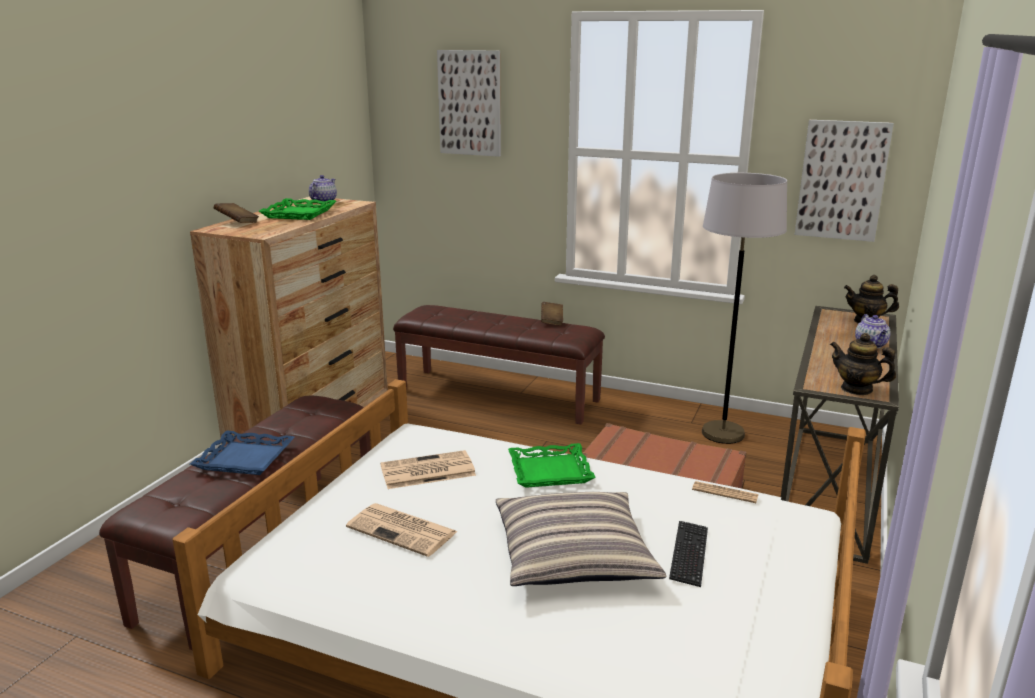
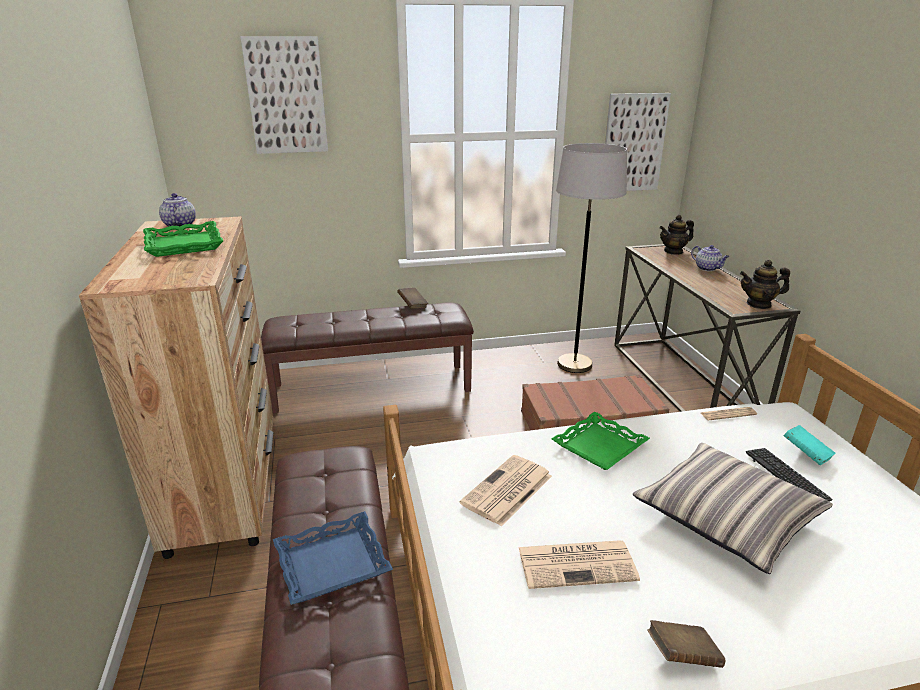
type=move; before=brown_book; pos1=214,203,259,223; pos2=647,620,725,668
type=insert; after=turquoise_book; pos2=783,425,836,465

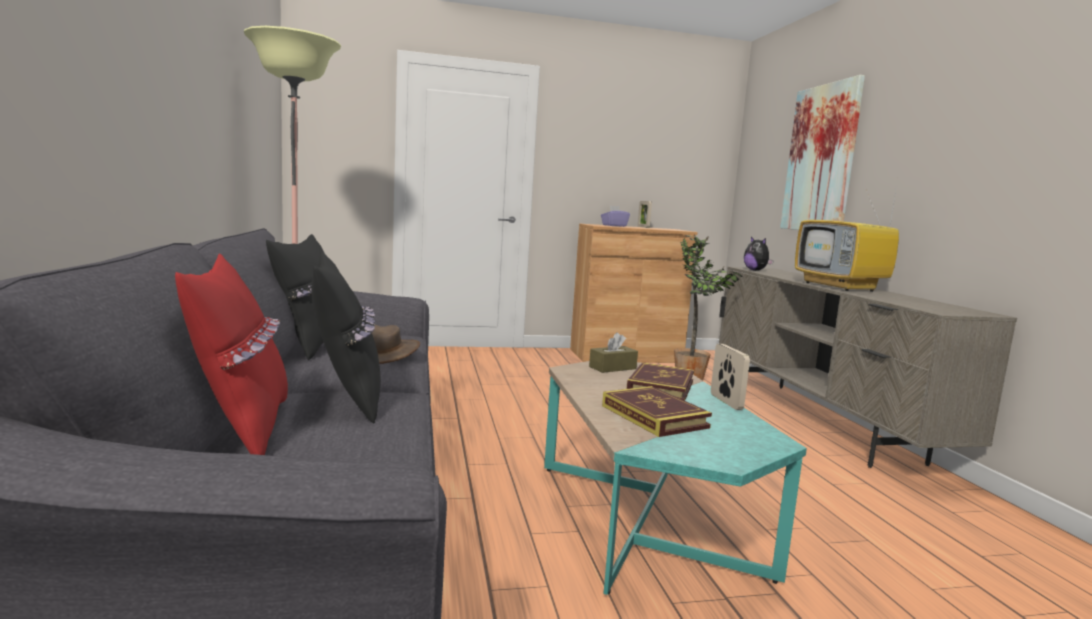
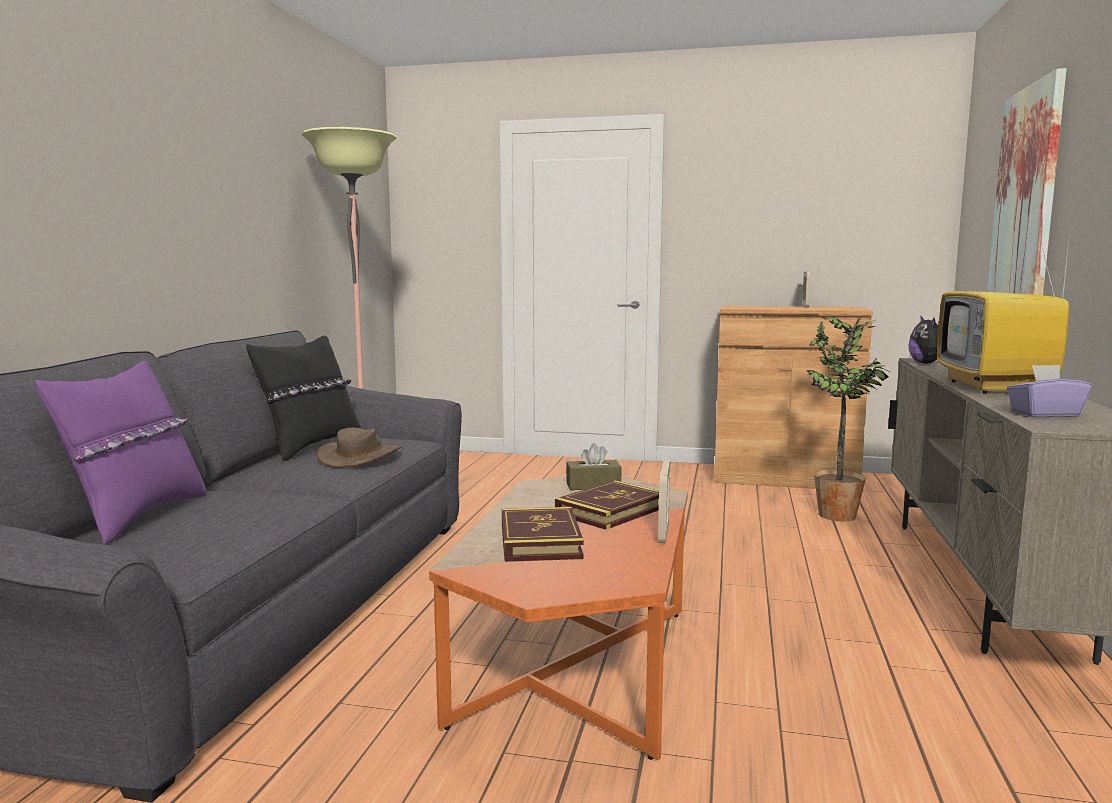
type=recolor; before=red_pillow; after=purple_pillow; pos1=175,254,288,455; pos2=36,361,207,545
type=recolor; before=turquoise_coffee_table; after=orange_coffee_table; pos1=544,361,807,595; pos2=429,477,688,760
type=move; before=purple_tissue_box; pos1=601,206,630,227; pos2=1006,365,1092,417
type=delete; before=black_pillow; pos1=311,251,381,424

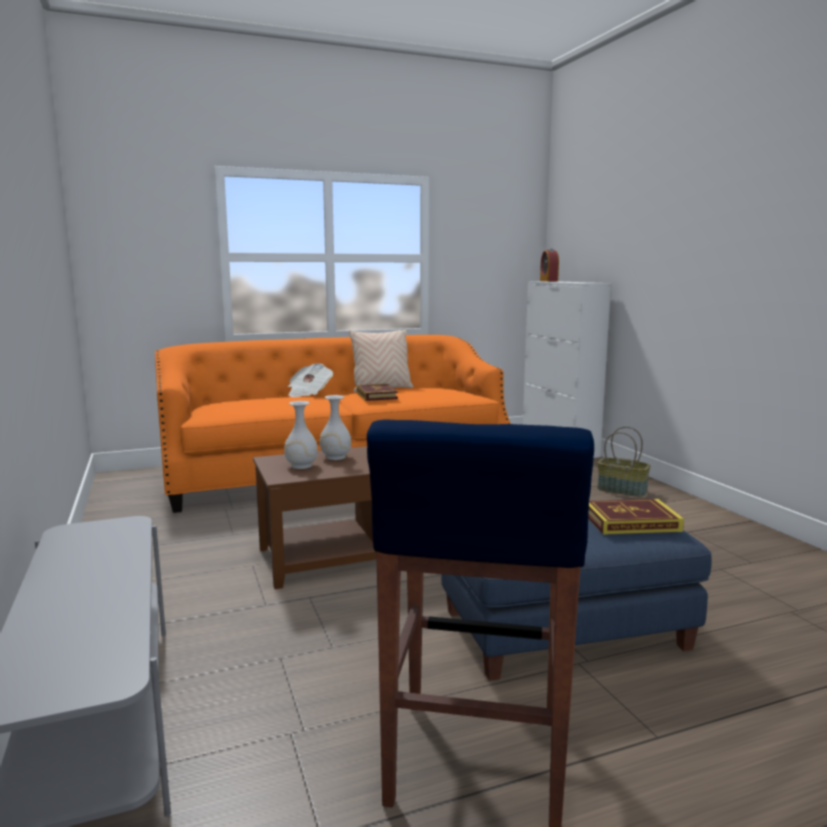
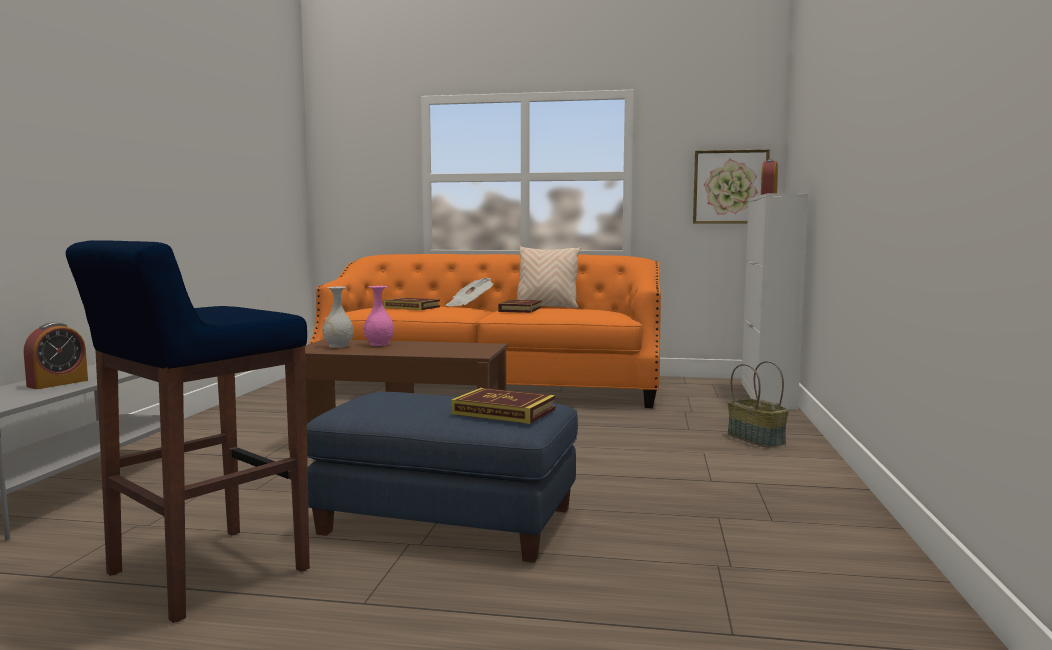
type=insert; after=alarm_clock; pos2=24,322,88,389
type=recolor; before=white_vase; after=pink_vase; pos1=320,395,351,460; pos2=364,286,394,346
type=insert; after=book; pos2=384,298,440,310
type=insert; after=picture; pos2=693,149,770,224

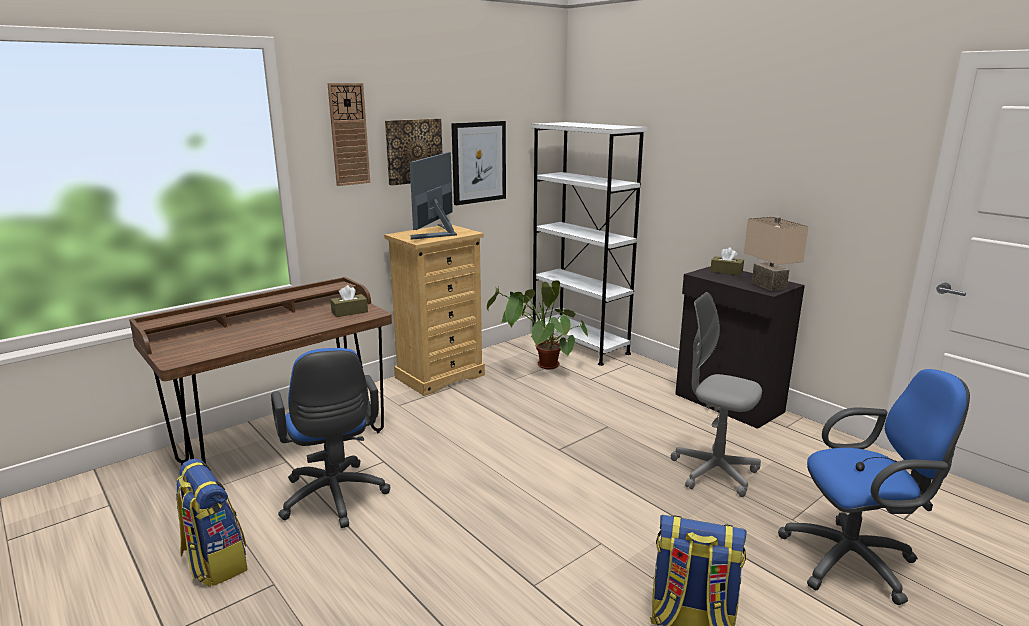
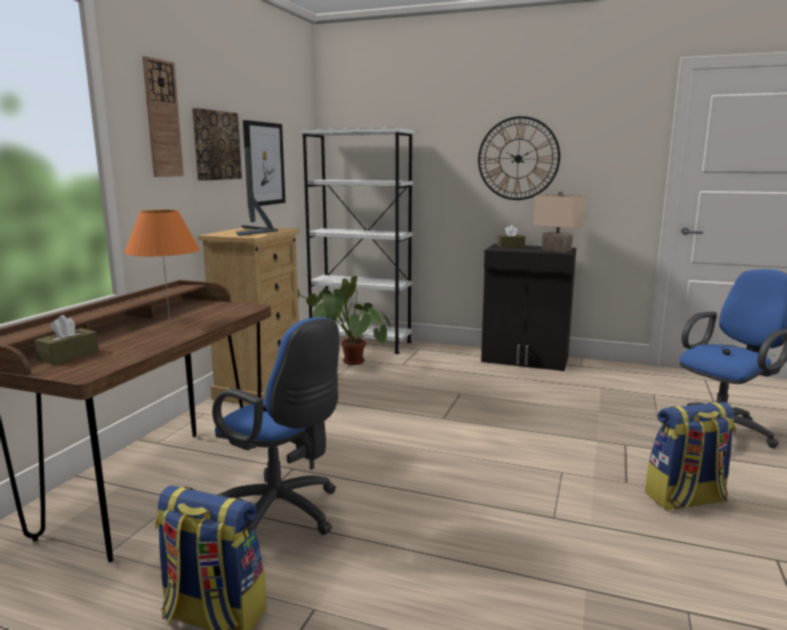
type=move; before=brown_tissue_box; pos1=330,285,368,317; pos2=35,315,99,365
type=insert; after=orange_table_lamp; pos2=124,210,200,323
type=insert; after=wall_clock; pos2=478,116,560,200
type=delete; before=grey_office_chair; pos1=671,292,762,497

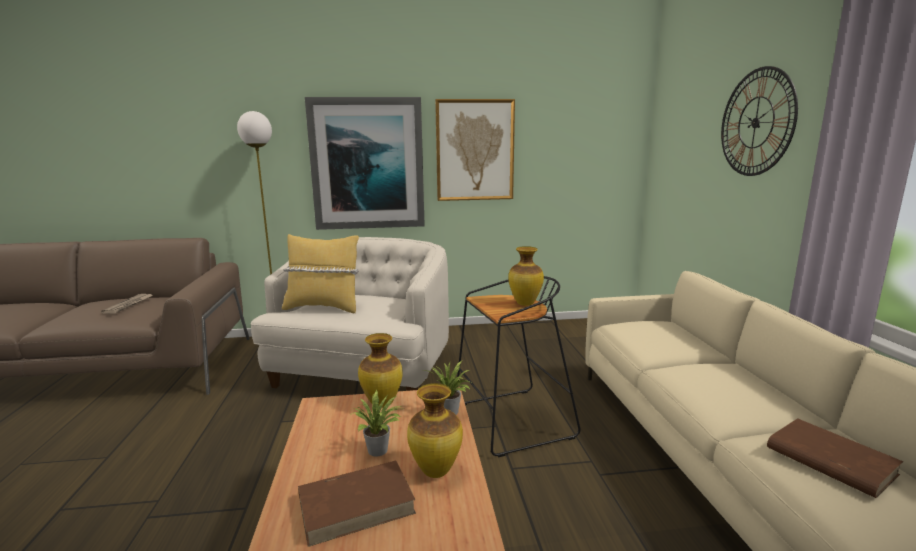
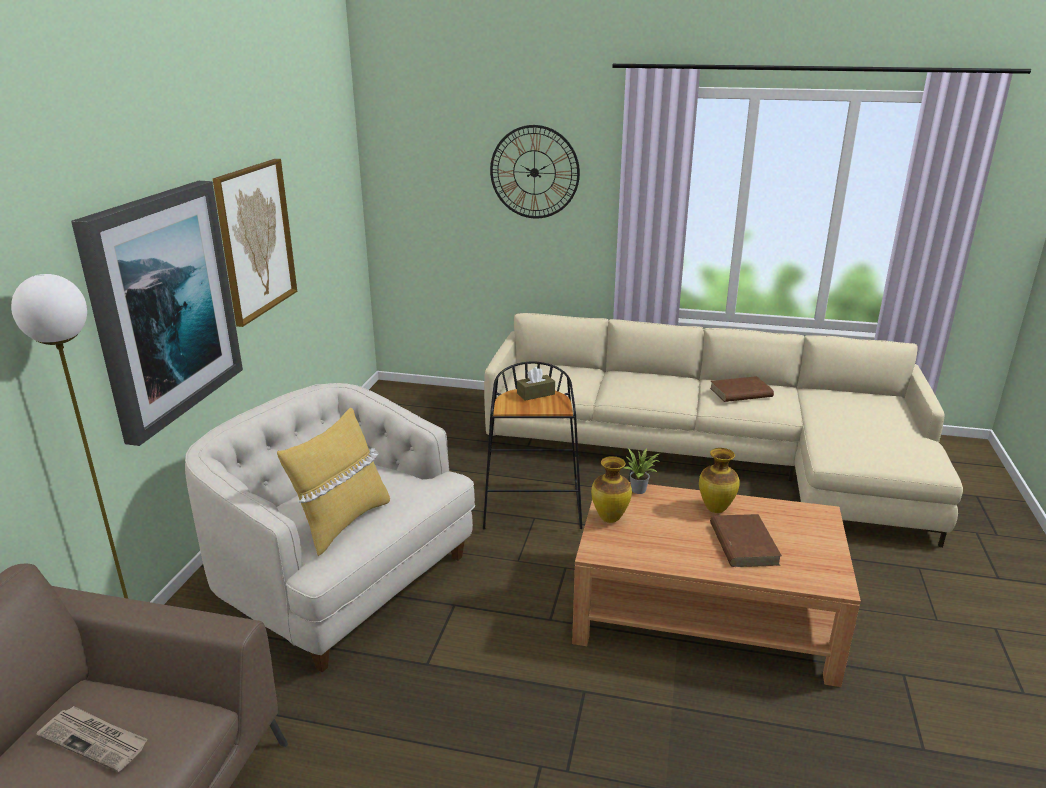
type=replace; before=vase; after=brown_tissue_box; pos1=508,246,544,306; pos2=517,367,555,401
type=delete; before=potted_plant; pos1=350,390,403,456

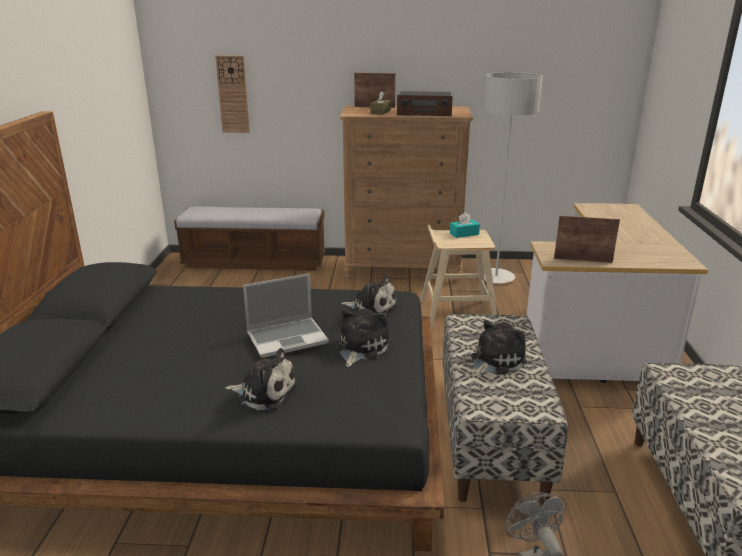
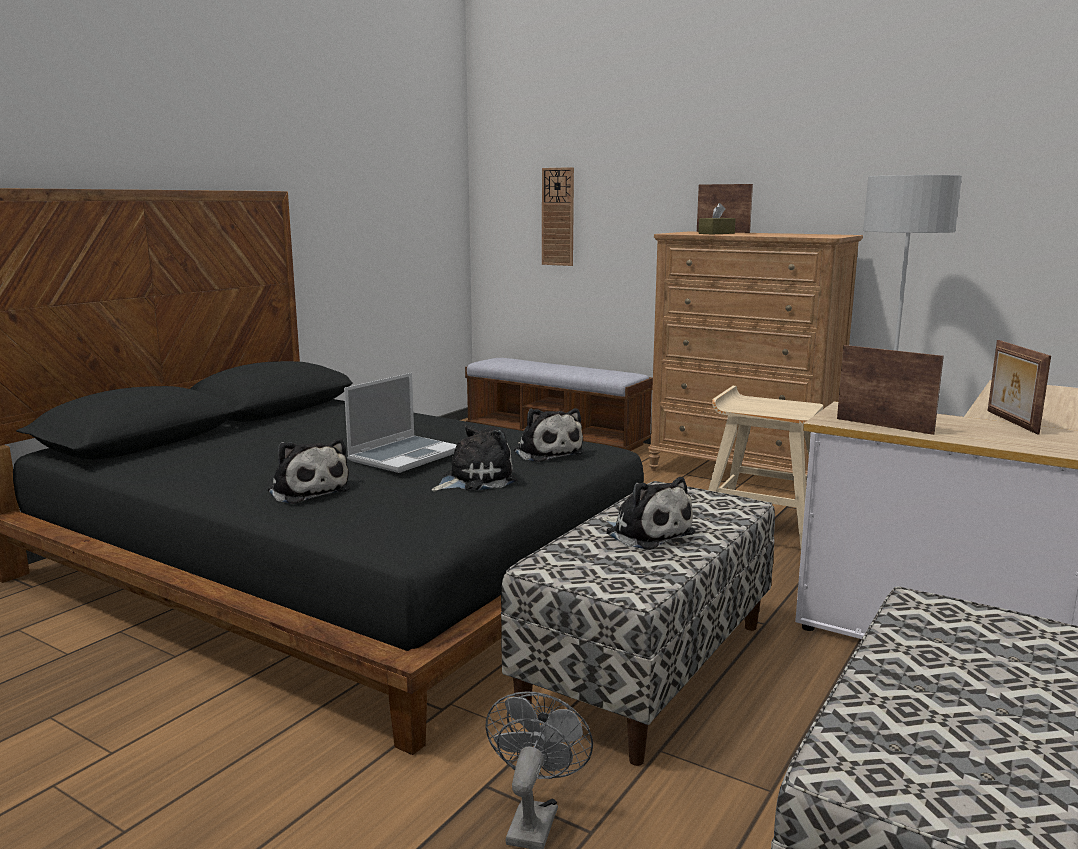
type=rotate; before=laptop; pos1=243,273,329,358; pos2=344,373,457,473; turn=-60
type=rotate; before=plush_toy; pos1=471,320,527,376; pos2=600,477,696,550; turn=60
type=insert; after=picture_frame; pos2=987,340,1051,434
type=delete; before=radio; pos1=397,91,453,116
type=delete; before=turquoise_tissue_box; pos1=450,212,480,238

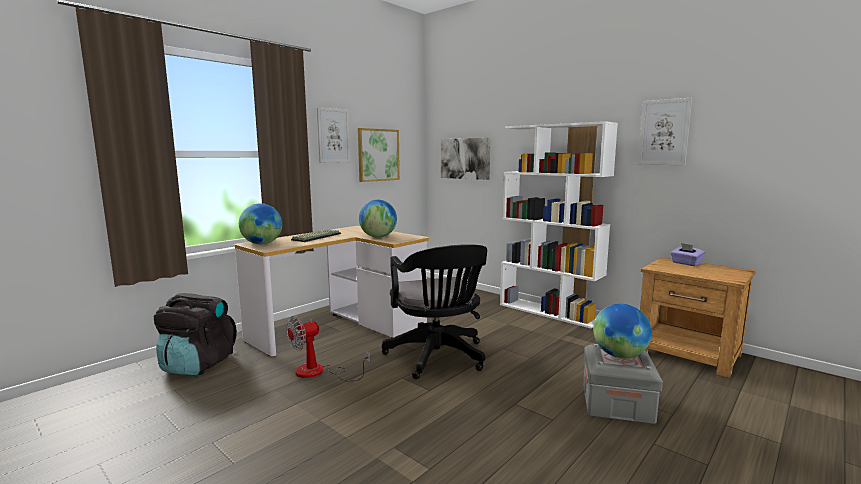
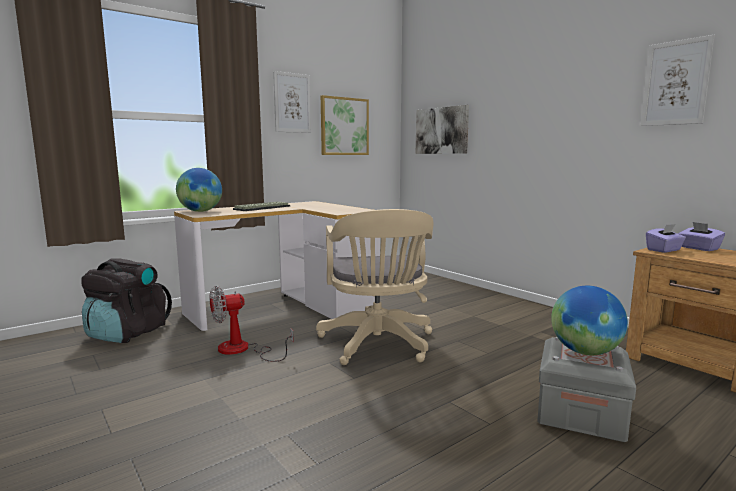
type=recolor; before=black_office_chair; after=beige_office_chair; pos1=382,244,487,379; pos2=316,209,433,365
type=insert; after=purple_tissue_box; pos2=646,224,686,253
type=delete; before=globe; pos1=359,200,397,238
type=delete; before=white_bookcase; pos1=500,121,618,329

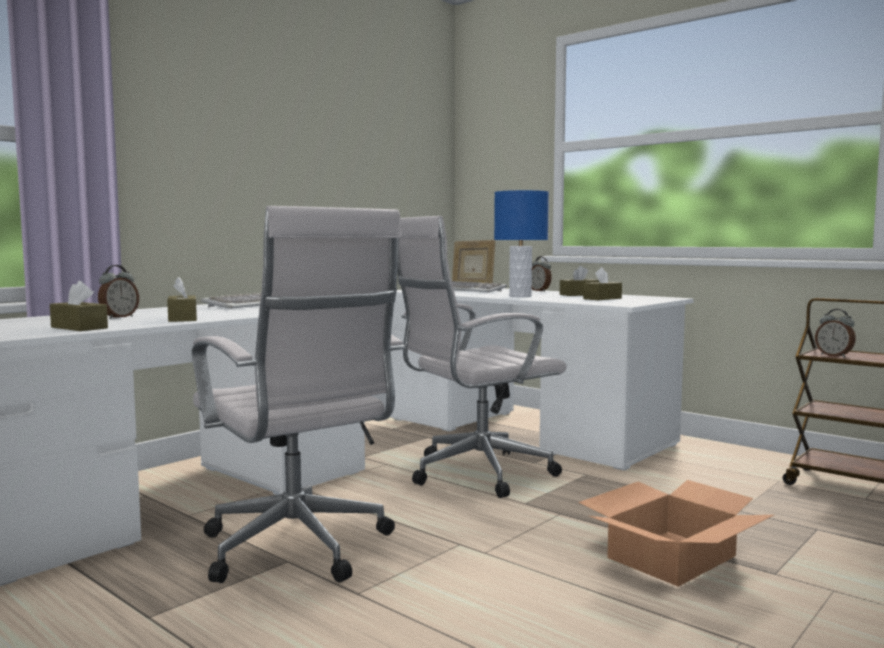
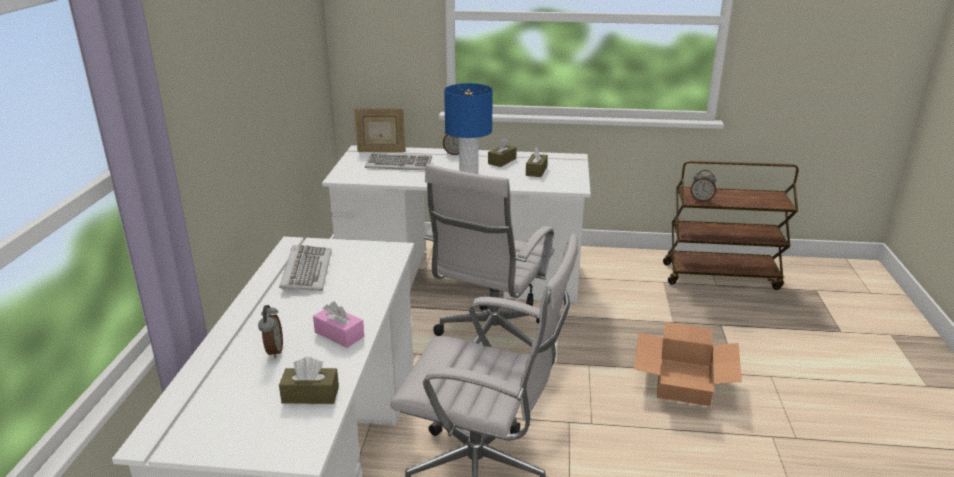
type=recolor; before=brown_tissue_box; after=pink_tissue_box; pos1=167,277,197,322; pos2=313,302,364,348

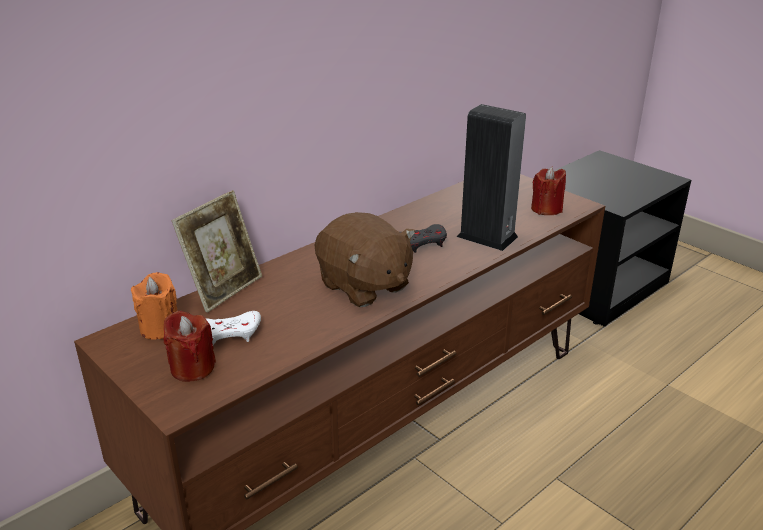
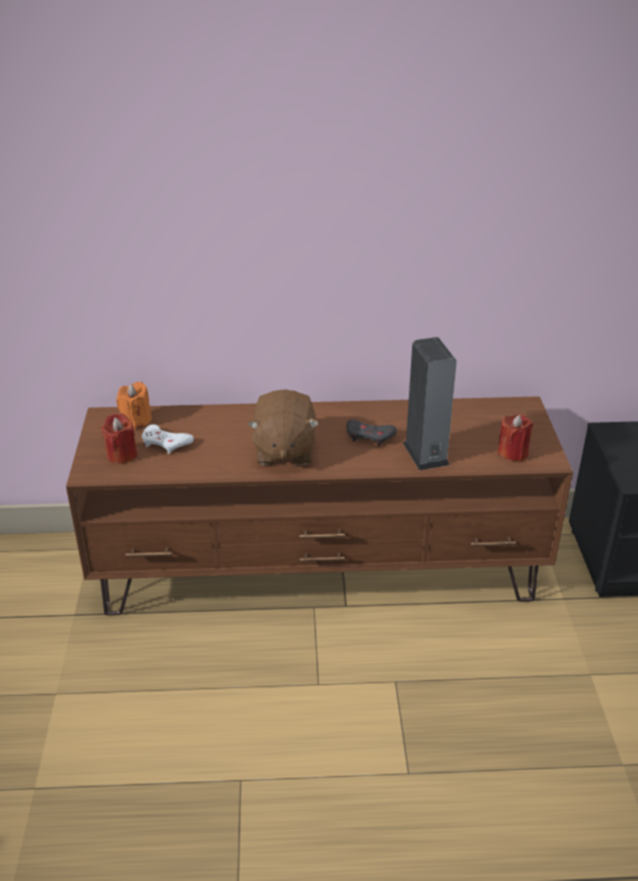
type=delete; before=picture_frame; pos1=172,190,262,312

